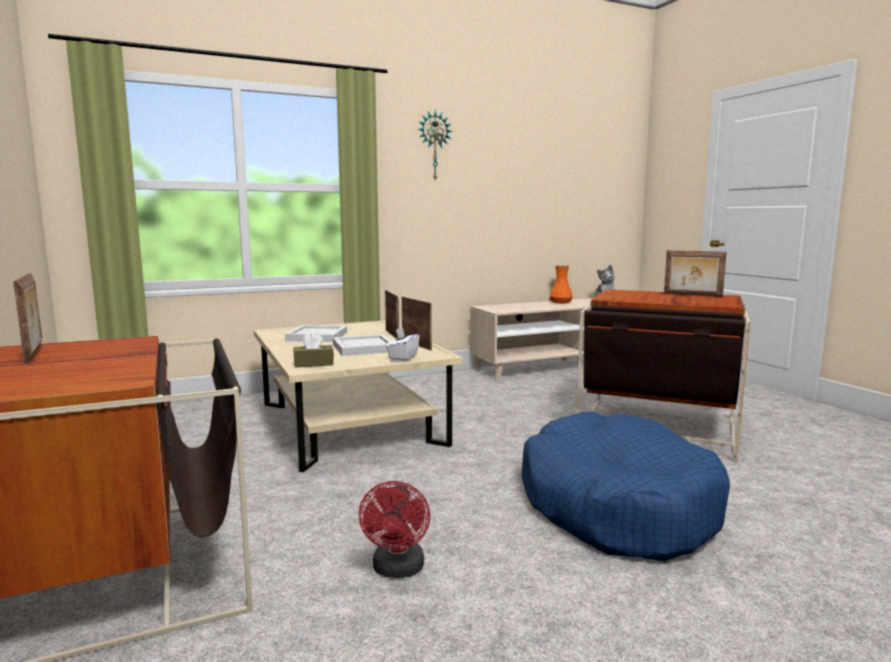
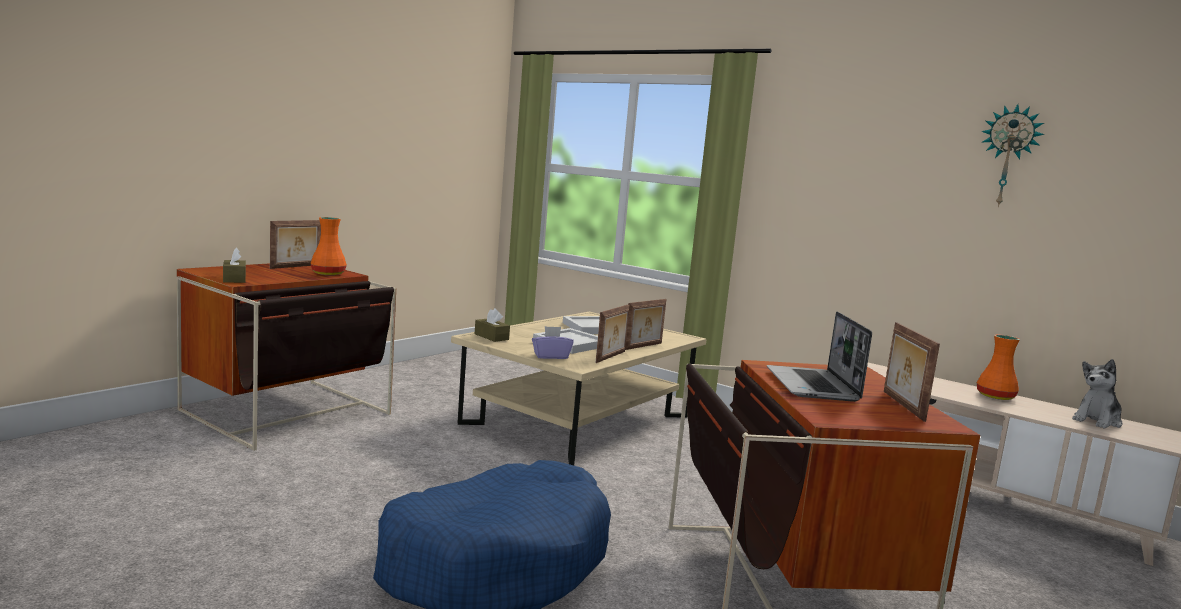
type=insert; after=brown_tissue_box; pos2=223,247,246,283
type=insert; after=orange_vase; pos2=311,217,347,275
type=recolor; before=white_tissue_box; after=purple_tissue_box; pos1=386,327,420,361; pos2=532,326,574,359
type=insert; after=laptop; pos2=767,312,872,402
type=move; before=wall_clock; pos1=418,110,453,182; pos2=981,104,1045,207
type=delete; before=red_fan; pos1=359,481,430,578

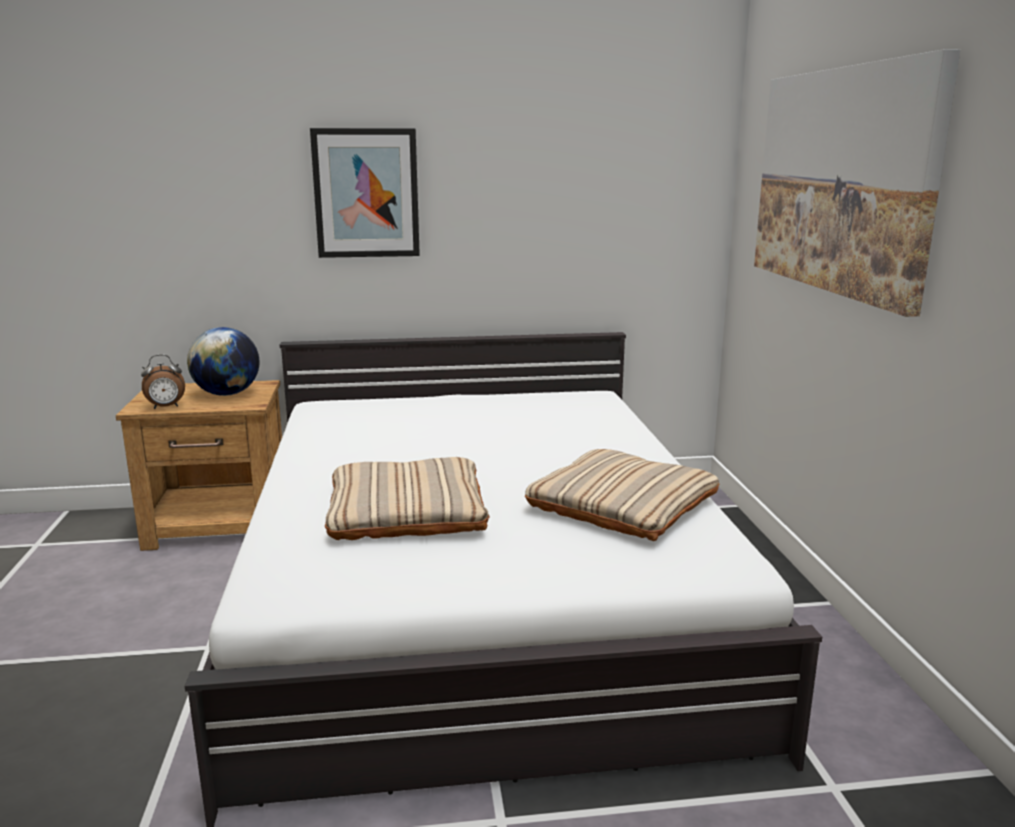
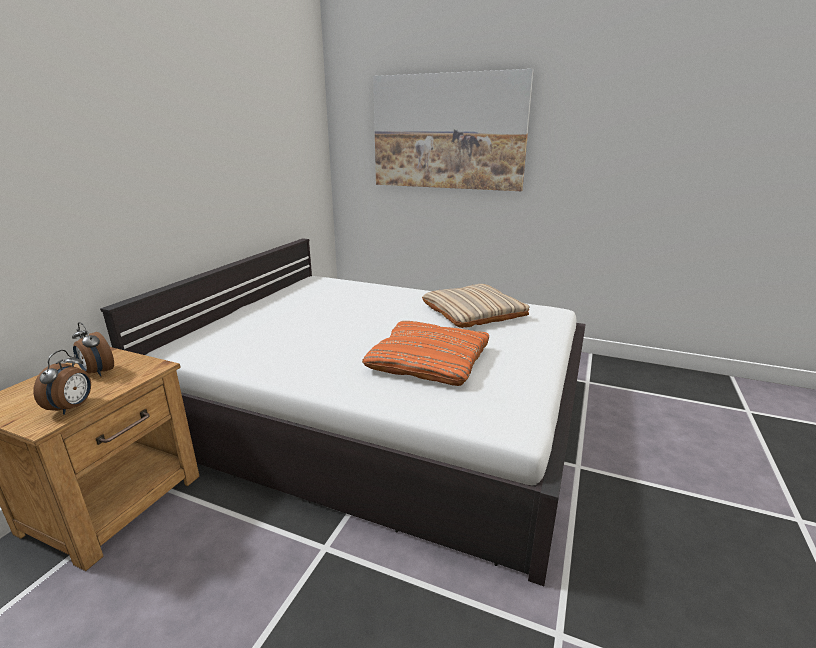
type=replace; before=globe; after=alarm_clock; pos1=187,327,259,396; pos2=72,322,114,376
type=recolor; before=beige_pillow; after=orange_pillow; pos1=325,457,490,540; pos2=362,321,489,386
type=delete; before=picture; pos1=310,128,420,258

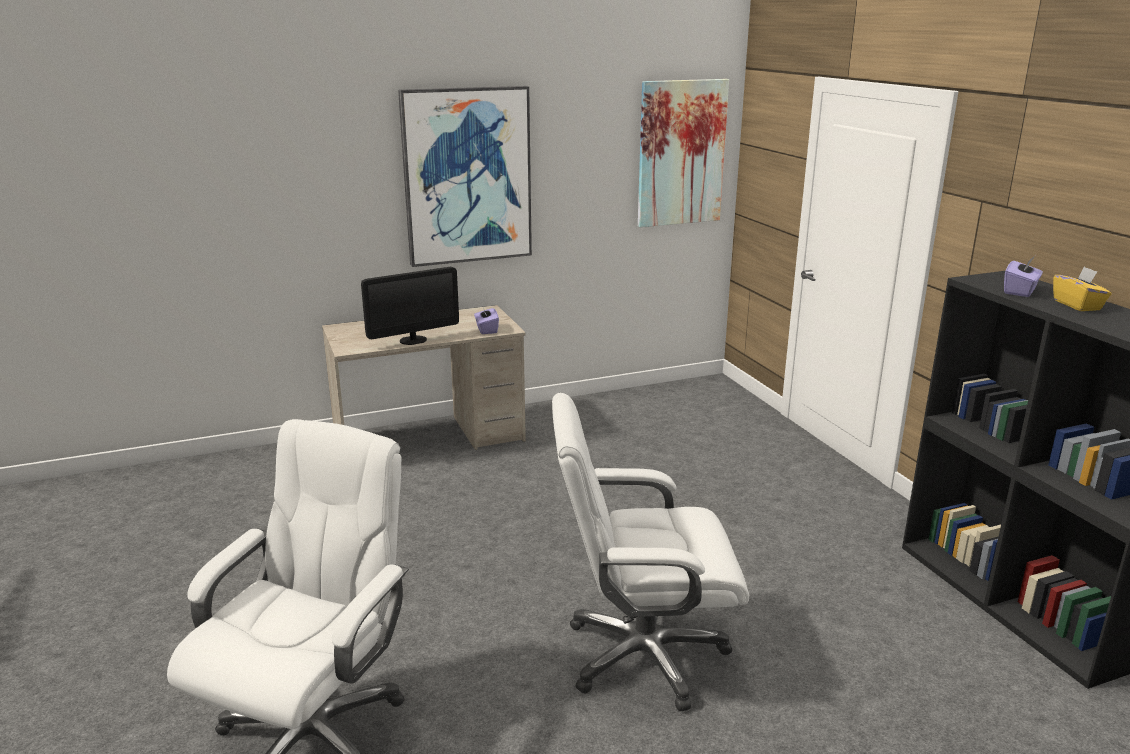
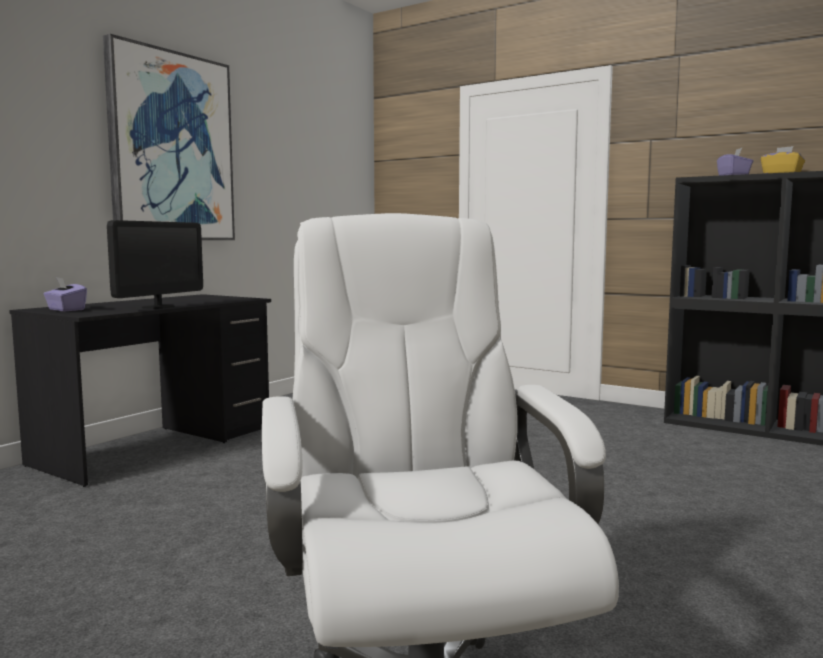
type=recolor; before=beige_desk; after=black_desk; pos1=322,305,526,450; pos2=9,294,271,487
type=move; before=purple_tissue_box; pos1=474,305,499,334; pos2=43,277,87,312
type=delete; before=white_office_chair; pos1=552,393,749,712
type=delete; before=picture; pos1=638,79,729,227

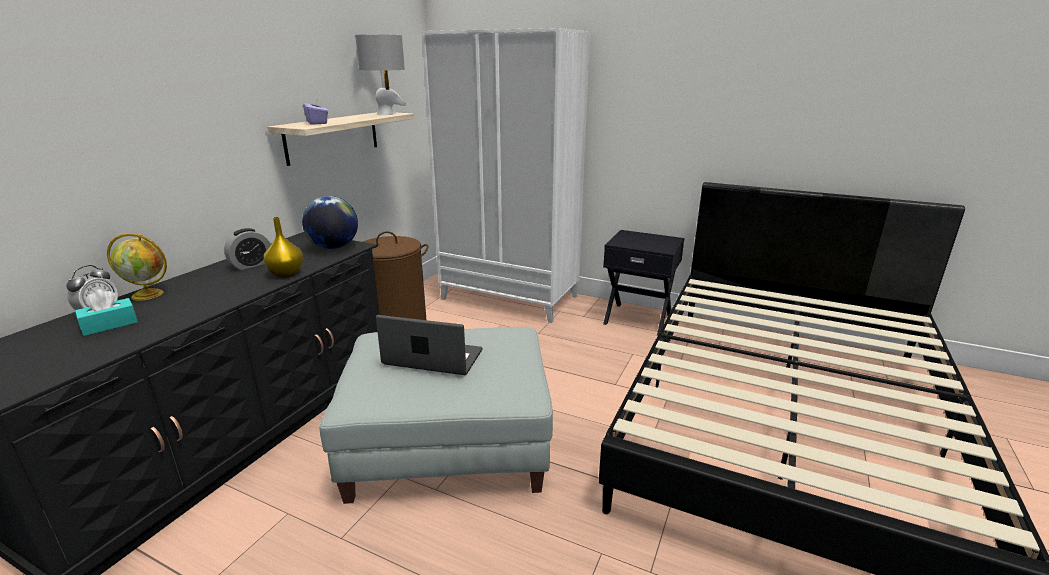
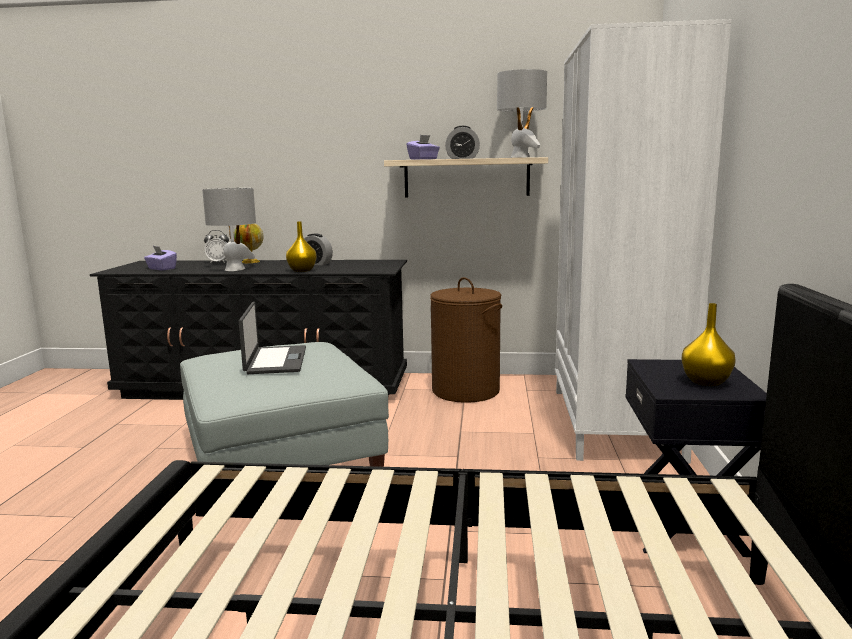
type=insert; after=purple_tissue_box; pos2=144,246,177,271
type=insert; after=grey_table_lamp; pos2=202,188,256,271
type=insert; after=alarm_clock; pos2=445,126,480,159
type=insert; after=yellow_vase; pos2=682,303,736,386
type=delete; before=turquoise_tissue_box; pos1=75,289,138,336
type=delete; before=globe; pos1=302,196,358,249

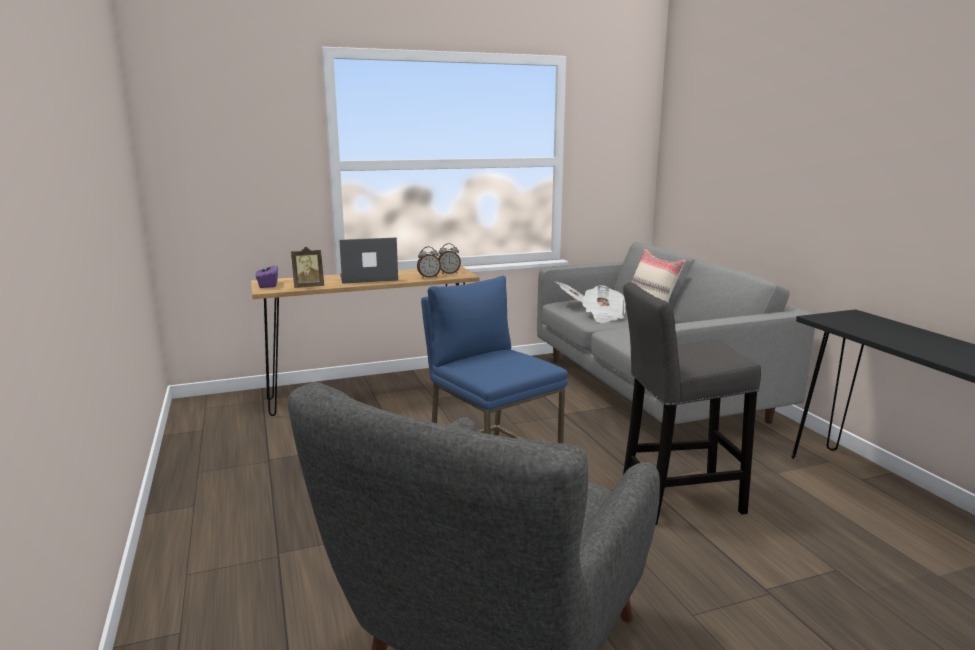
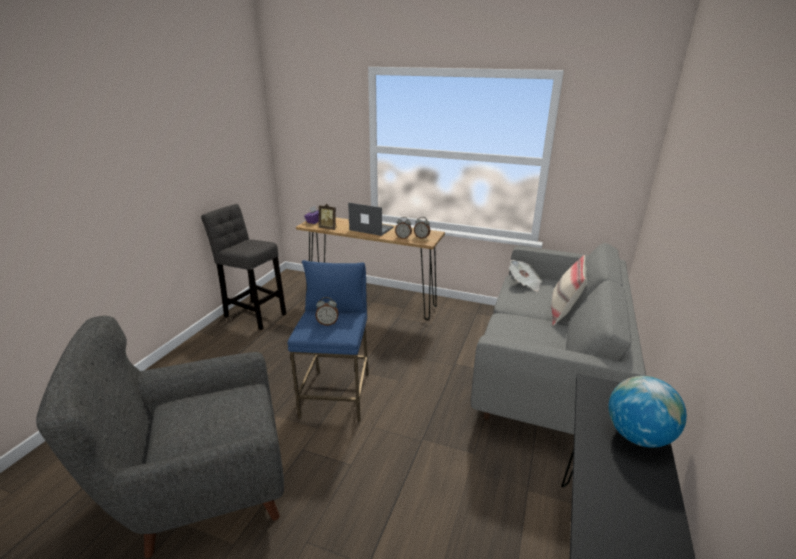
type=move; before=grey_stool; pos1=623,282,761,525; pos2=201,204,286,330
type=insert; after=alarm_clock; pos2=315,297,339,326
type=insert; after=globe; pos2=608,376,687,448
type=delete; before=newspaper; pos1=582,285,626,323

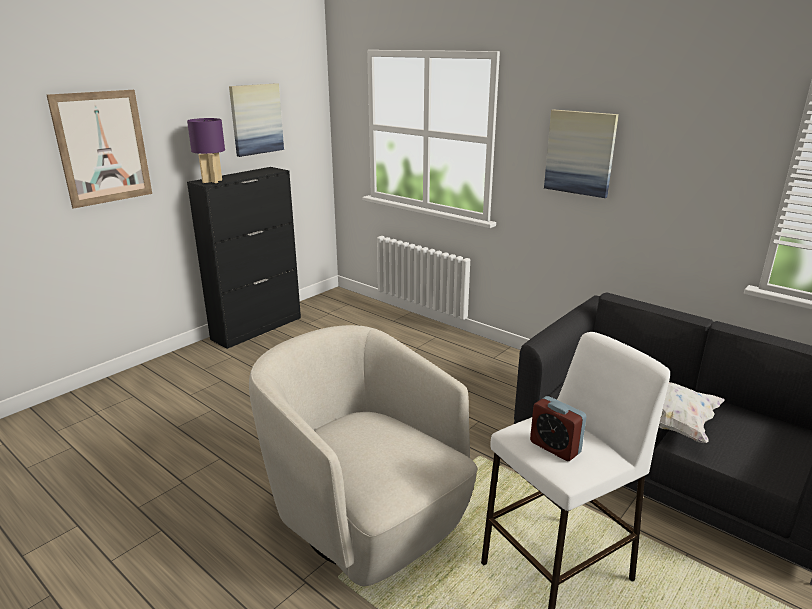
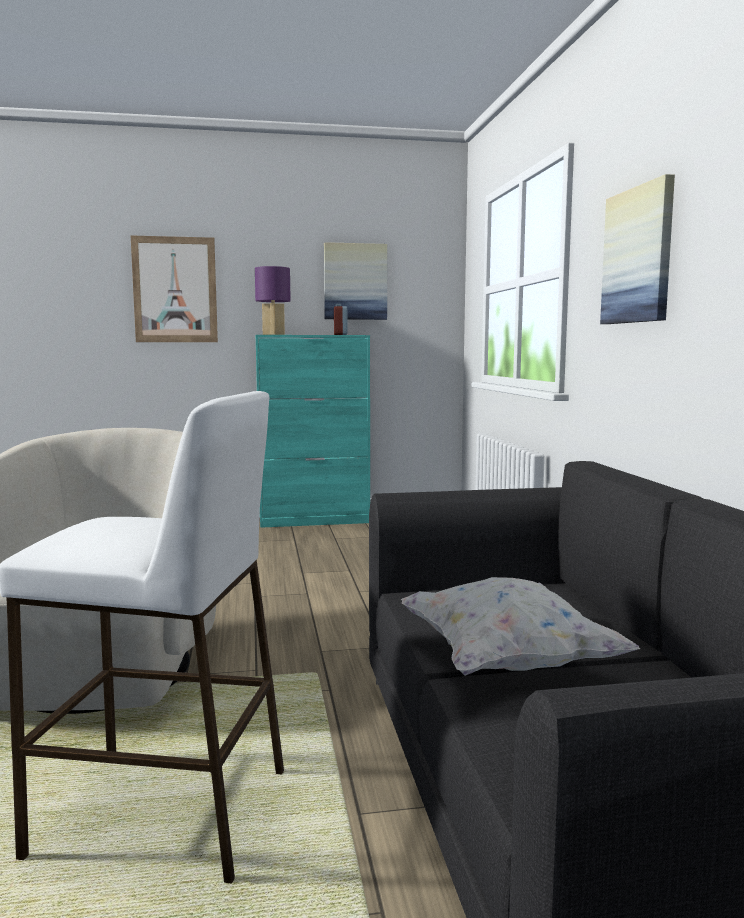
type=recolor; before=black_cabinet; after=turquoise_cabinet; pos1=187,167,301,349; pos2=255,335,370,528
type=move; before=alarm_clock; pos1=530,396,587,461; pos2=334,304,347,335

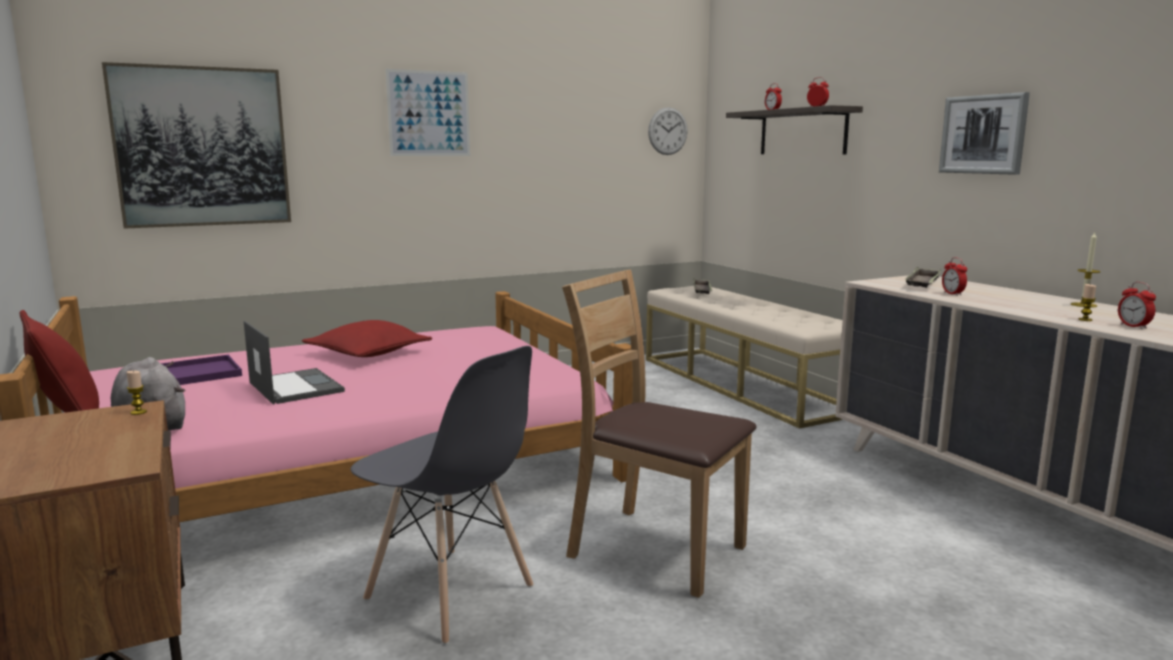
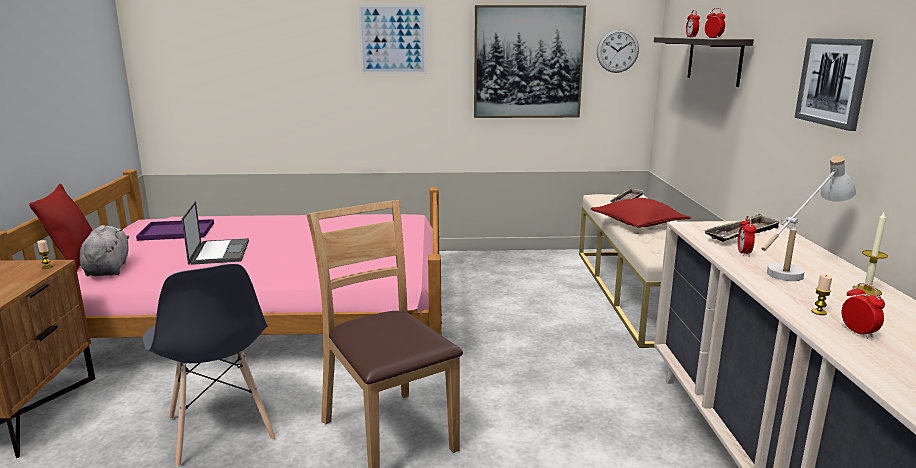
type=move; before=picture; pos1=102,62,291,229; pos2=474,5,586,118
type=move; before=red_pillow; pos1=302,320,432,357; pos2=590,198,691,228
type=insert; after=white_table_lamp; pos2=762,156,856,281
type=rotate; before=alarm_clock; pos1=1118,282,1156,329; pos2=842,283,885,339; turn=150

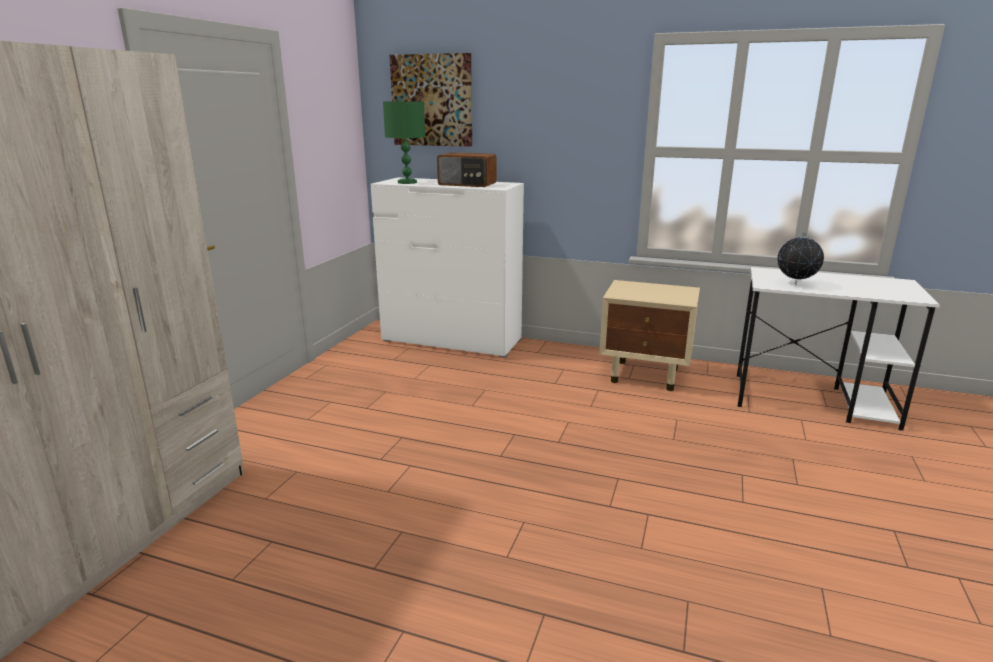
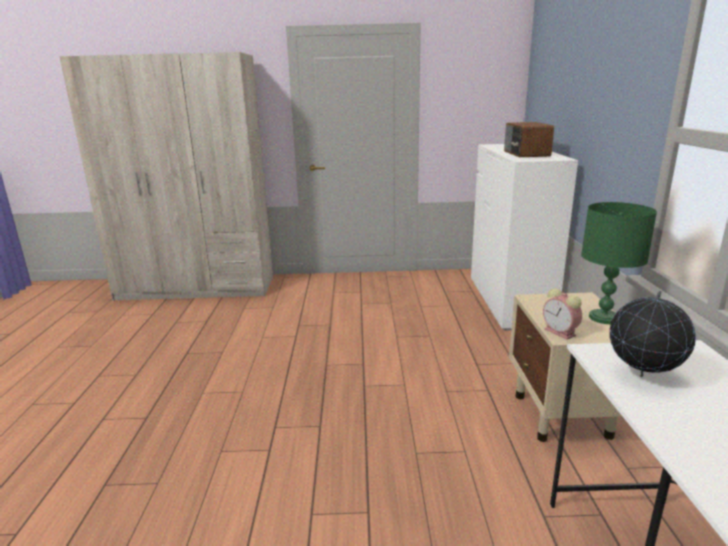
type=insert; after=alarm_clock; pos2=543,289,582,340
type=move; before=green_table_lamp; pos1=383,101,425,184; pos2=581,202,657,324
type=delete; before=picture; pos1=390,53,472,147

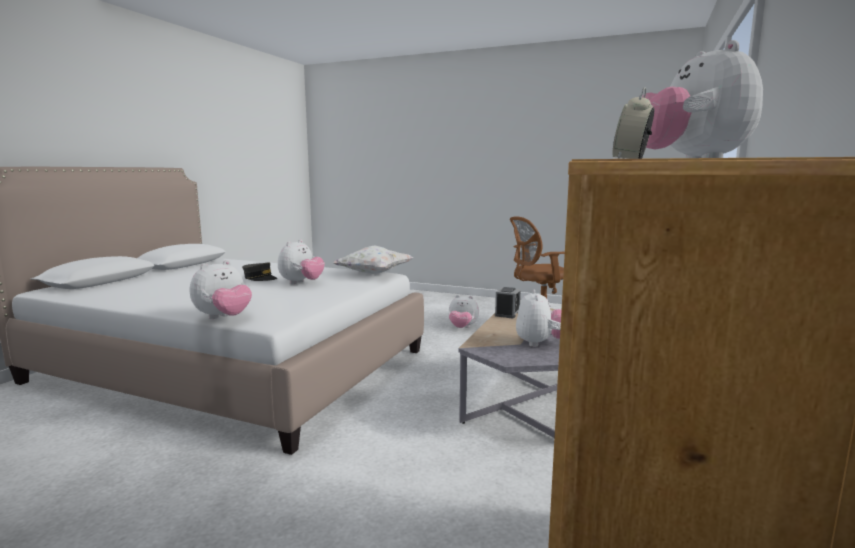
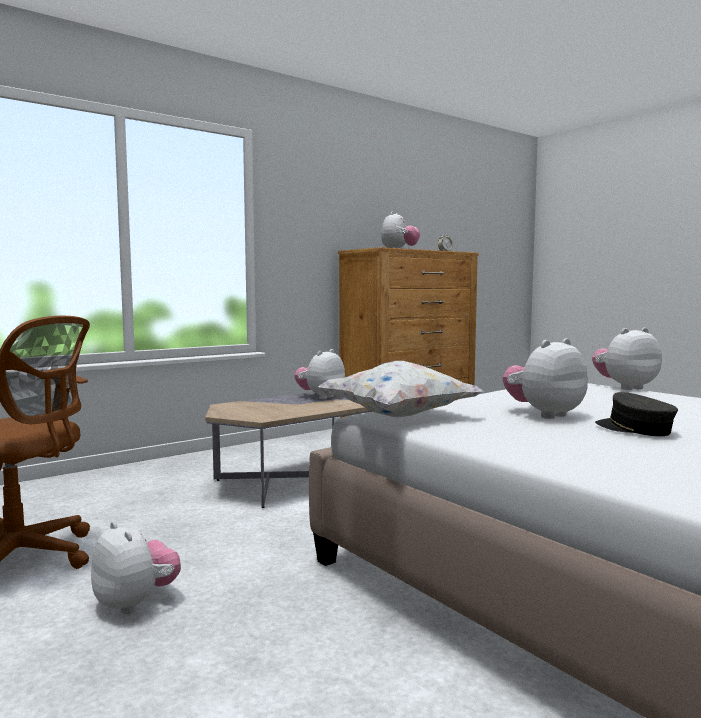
type=delete; before=alarm_clock; pos1=495,287,521,318

